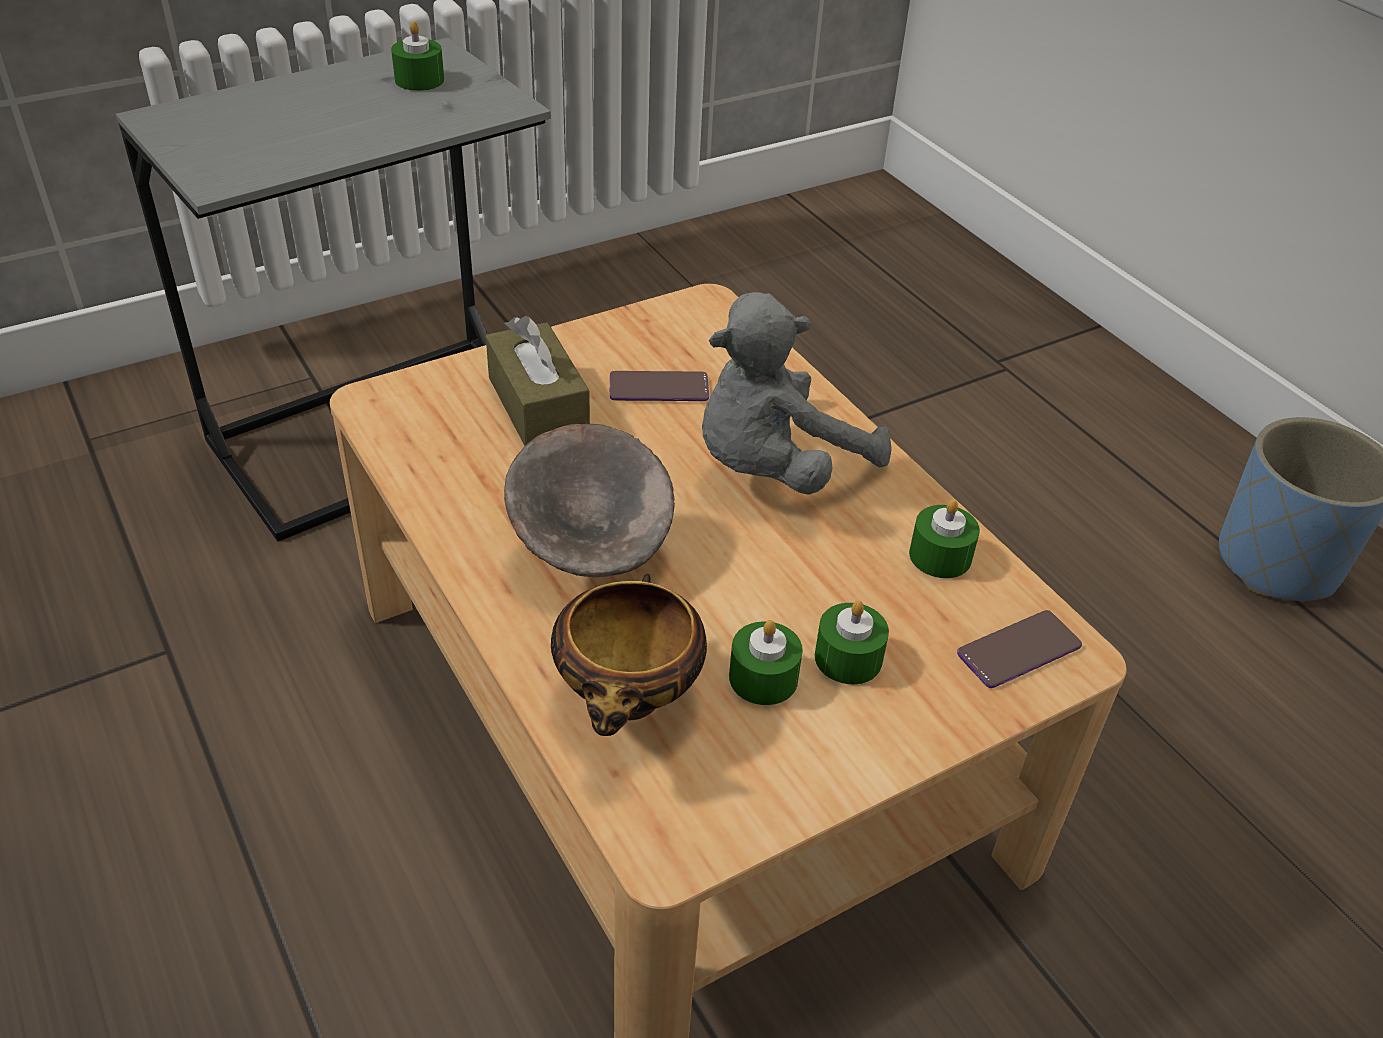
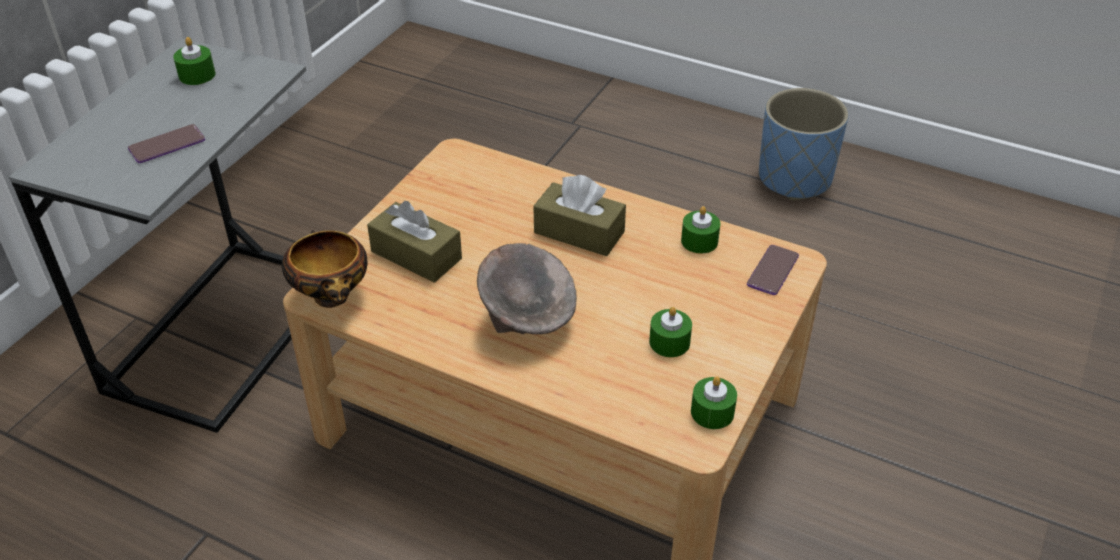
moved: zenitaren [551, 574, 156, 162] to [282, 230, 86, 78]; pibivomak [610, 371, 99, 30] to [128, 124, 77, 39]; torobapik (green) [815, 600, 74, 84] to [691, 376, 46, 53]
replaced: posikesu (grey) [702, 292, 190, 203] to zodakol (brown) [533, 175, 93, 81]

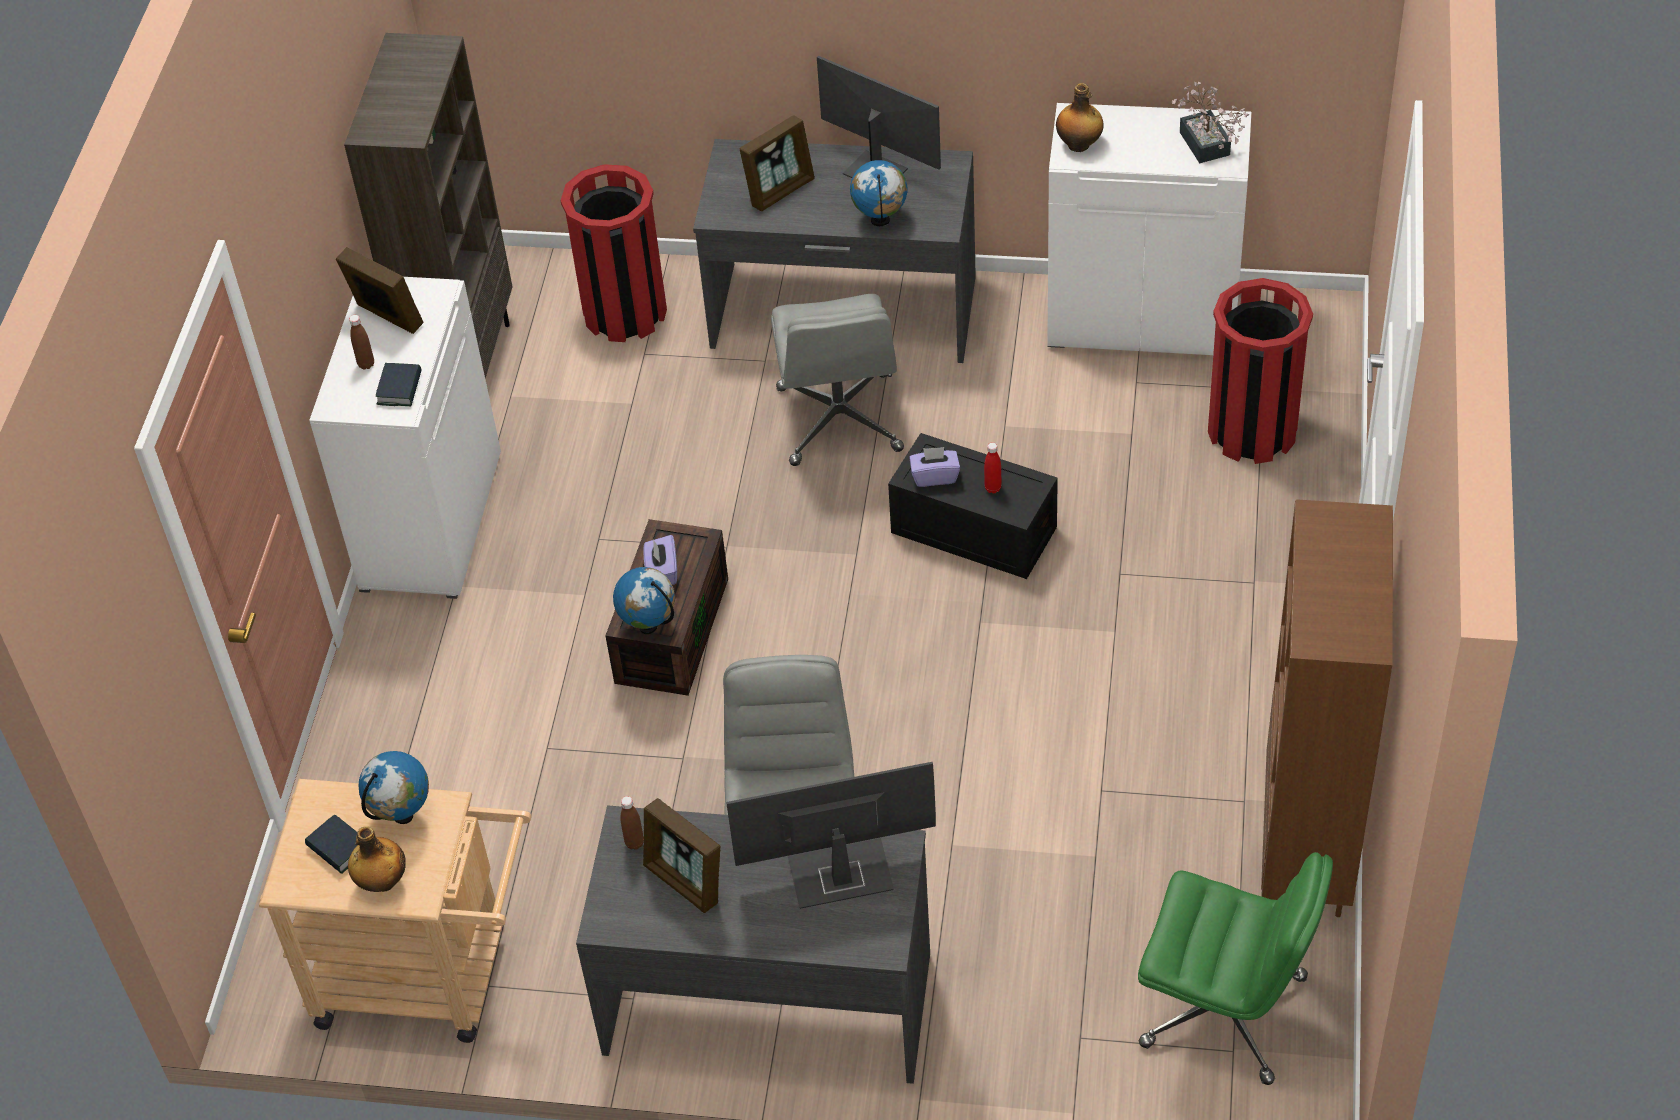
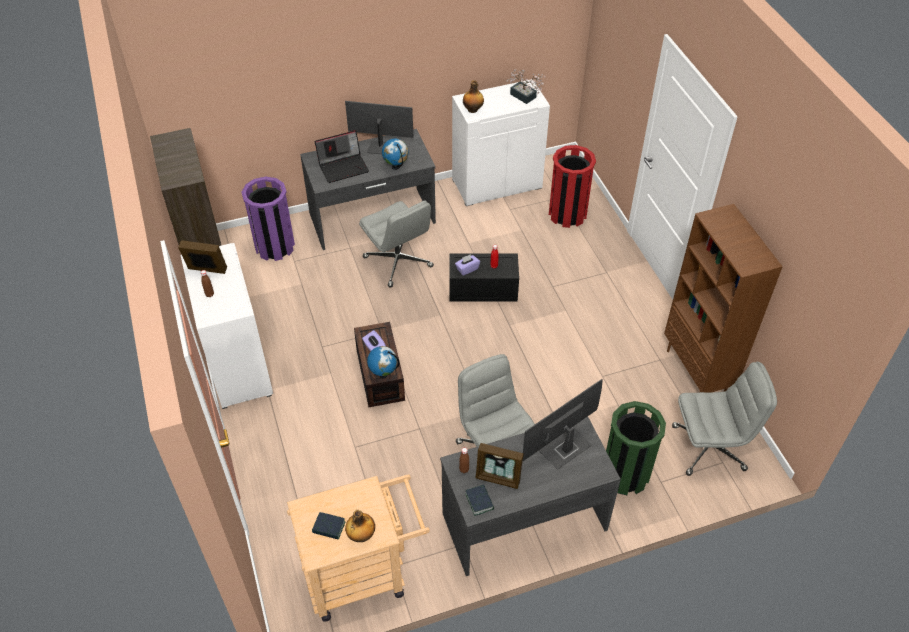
removed: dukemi [359, 751, 70, 73]
added: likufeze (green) [606, 401, 60, 94]
moved: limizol [376, 363, 45, 43] to [465, 484, 29, 32]
replaced: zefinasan [740, 115, 75, 96] to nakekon [315, 130, 54, 53]
recoloured: likufeze (red) [560, 164, 107, 178] to likufeze (purple) [241, 177, 54, 84]; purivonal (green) [1138, 852, 195, 233] to purivonal (grey) [672, 362, 105, 114]

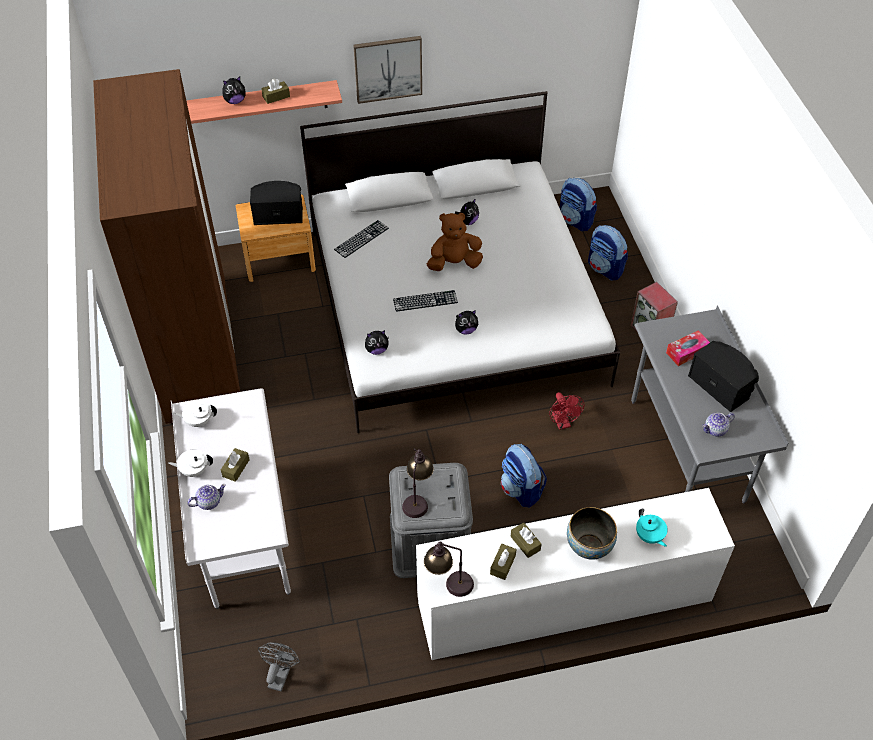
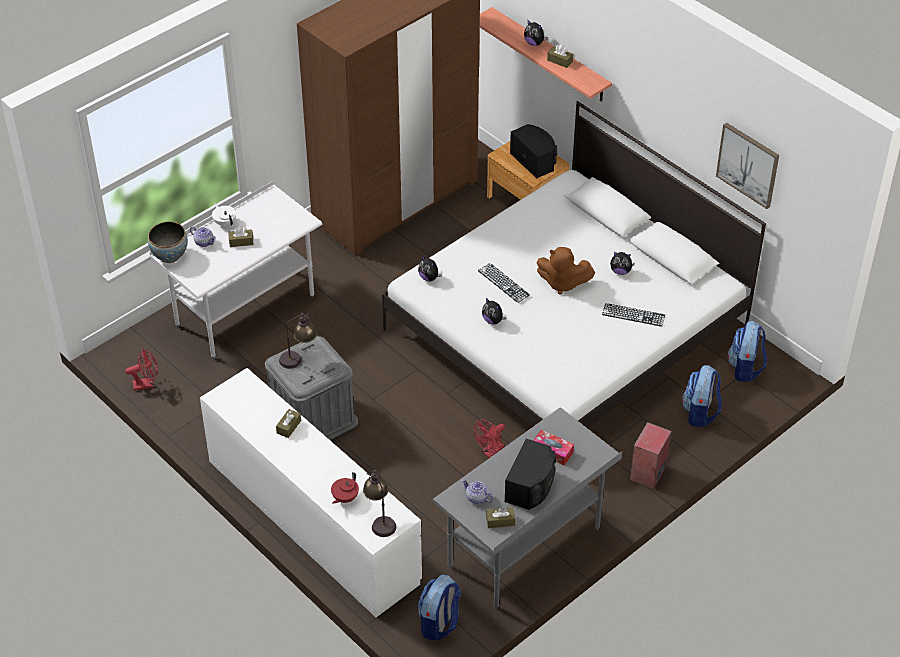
removed: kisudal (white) [174, 401, 43, 26]
moved: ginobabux [334, 220, 55, 38] to [602, 303, 63, 24]; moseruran [353, 36, 69, 68] to [716, 123, 63, 86]; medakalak [424, 542, 50, 55] to [363, 470, 33, 67]; zodakol (brown) [490, 544, 27, 36] to [486, 507, 29, 21]; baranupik [501, 444, 46, 64] to [418, 575, 43, 66]; zenitaren [567, 507, 50, 53] to [148, 222, 40, 41]
recoloured: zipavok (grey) [258, 642, 42, 49] to zipavok (red) [125, 348, 33, 43]; kisudal (turquoise) [636, 509, 32, 38] to kisudal (red) [331, 472, 28, 32]
turned: posikesu (brown) [427, 212, 56, 59] = [536, 247, 59, 48] 150 degrees clockwise

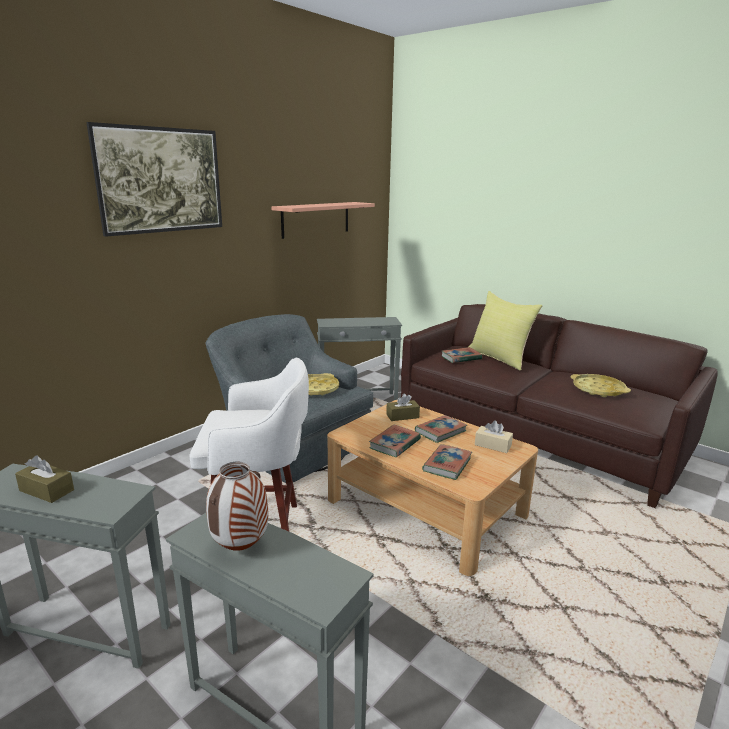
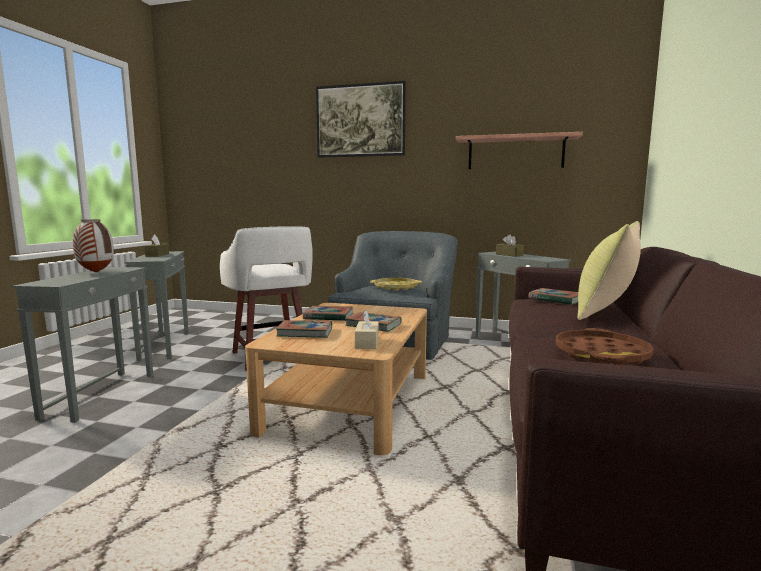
moved: zodakol (brown) [386, 394, 34, 27] to [496, 234, 28, 23]
recoloured: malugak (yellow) [570, 374, 61, 23] to malugak (brown) [556, 328, 98, 37]

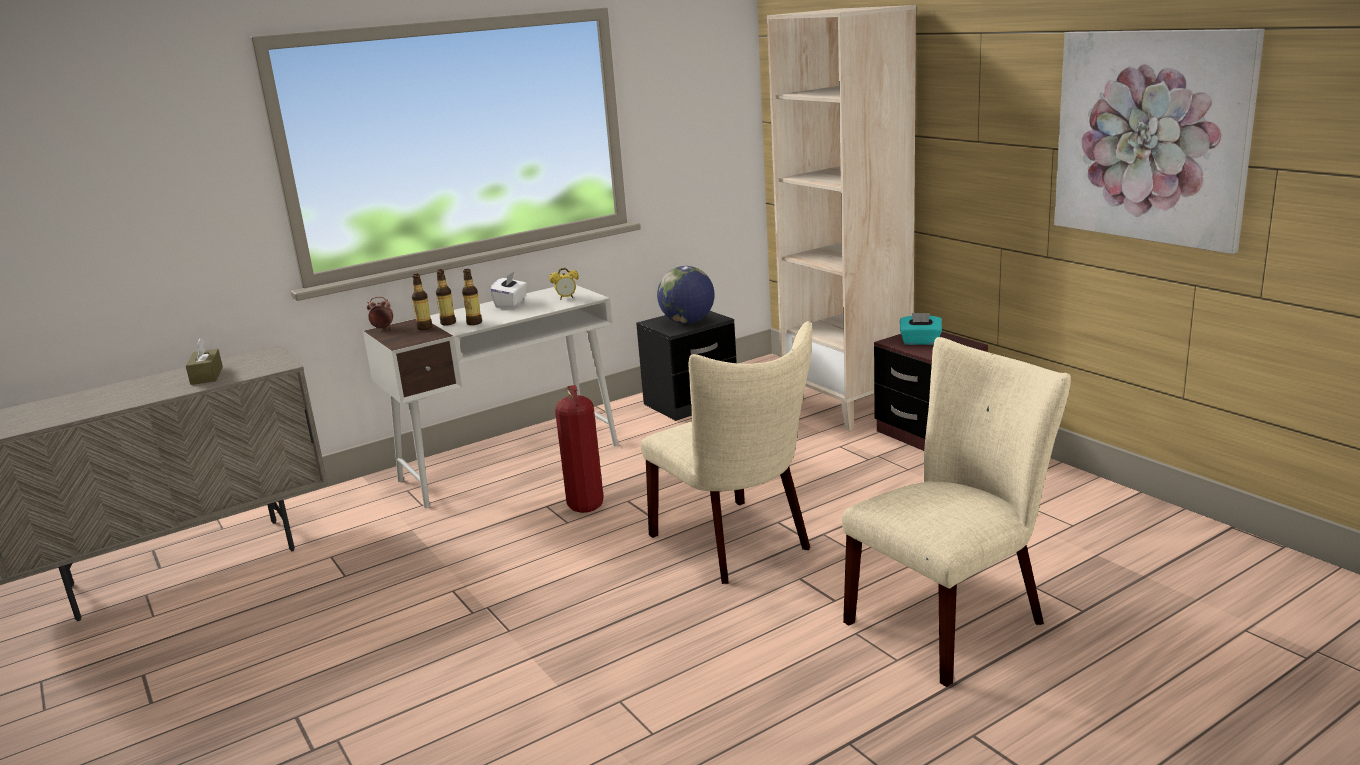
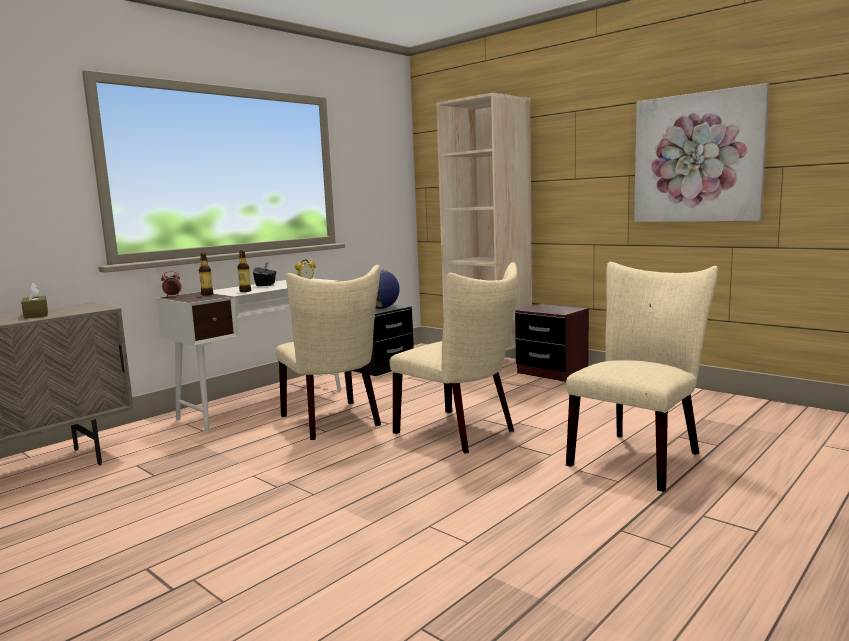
removed: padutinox [436, 269, 20, 57]; zodakol (turquoise) [900, 313, 42, 32]
replaced: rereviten [555, 385, 49, 128] to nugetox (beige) [276, 265, 105, 175]
recoloured: zodakol (white) [490, 271, 37, 37] to zodakol (black) [253, 262, 23, 24]

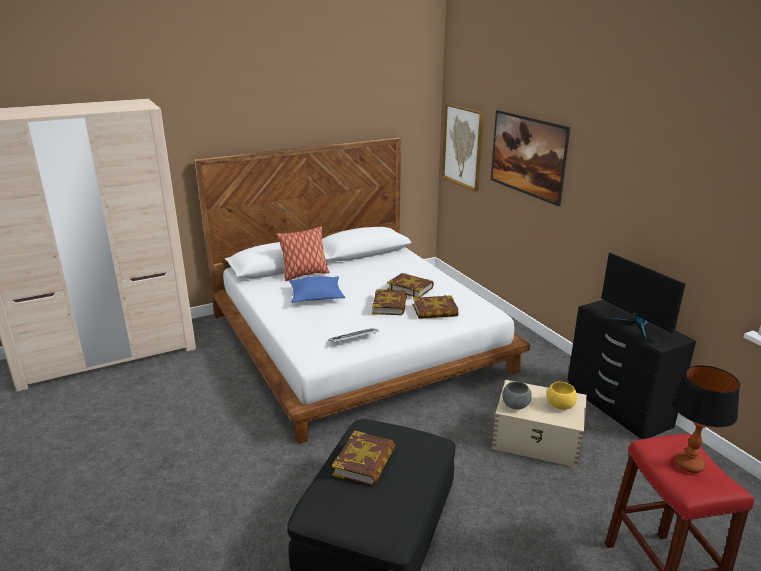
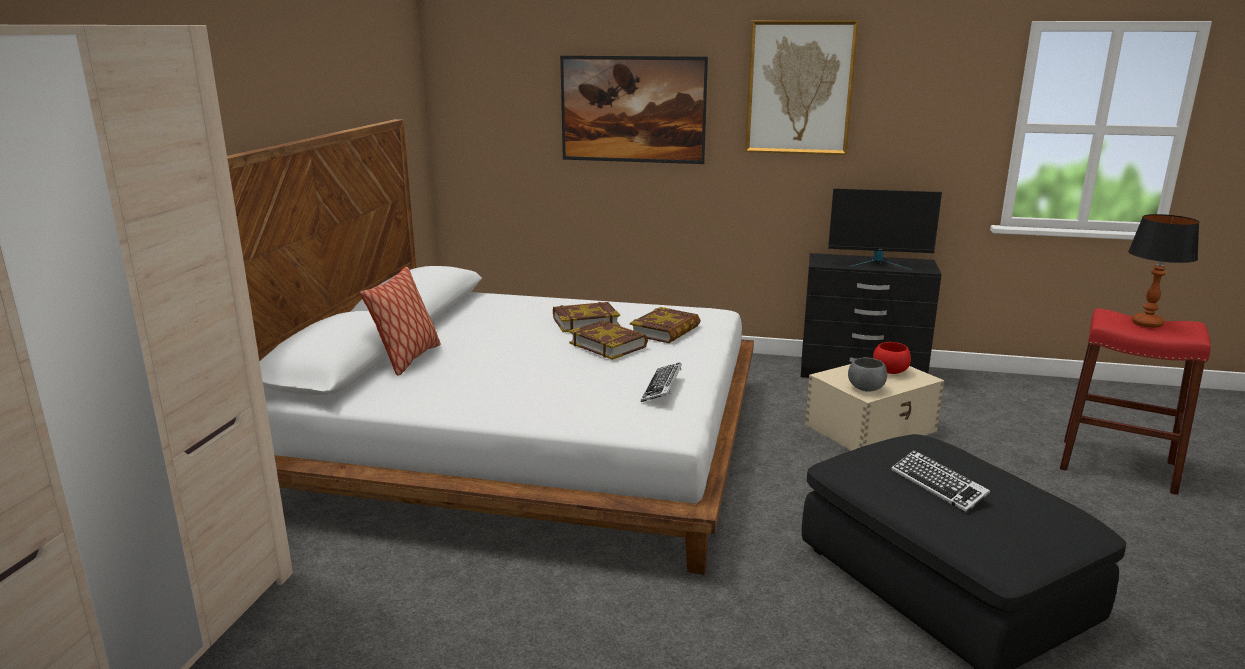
removed: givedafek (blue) [289, 276, 56, 27]
moved: moseruran [441, 103, 43, 89] to [745, 20, 114, 135]
replaced: limizol [332, 431, 63, 55] to ginobabux [891, 450, 99, 62]
recoloured: zenitaren (yellow) [547, 382, 30, 28] to zenitaren (red) [873, 342, 38, 32]

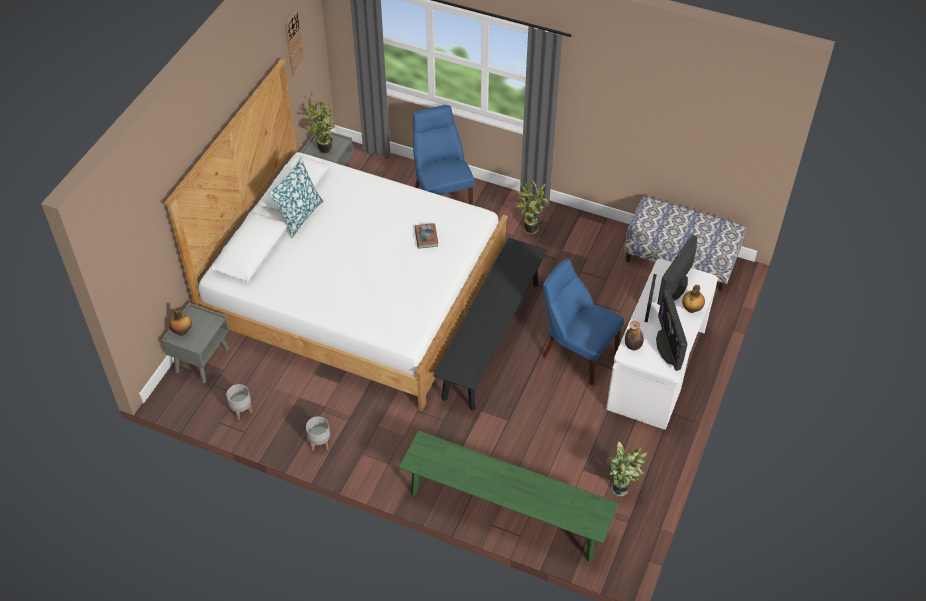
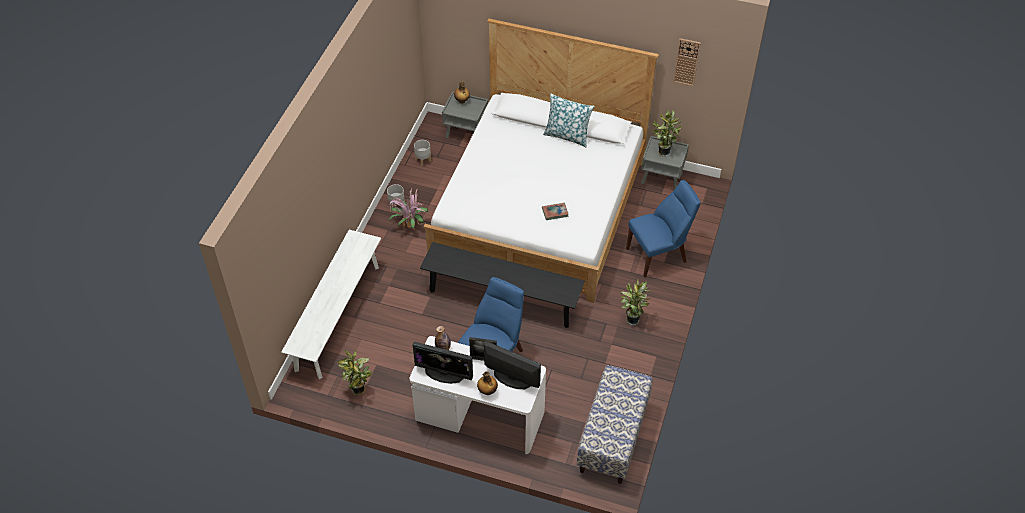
added: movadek [388, 187, 40, 43]
recoloured: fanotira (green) [399, 430, 220, 132] to fanotira (white) [281, 230, 100, 149]
turned: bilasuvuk [656, 290, 32, 81] = [412, 342, 61, 42] 150 degrees counterclockwise

